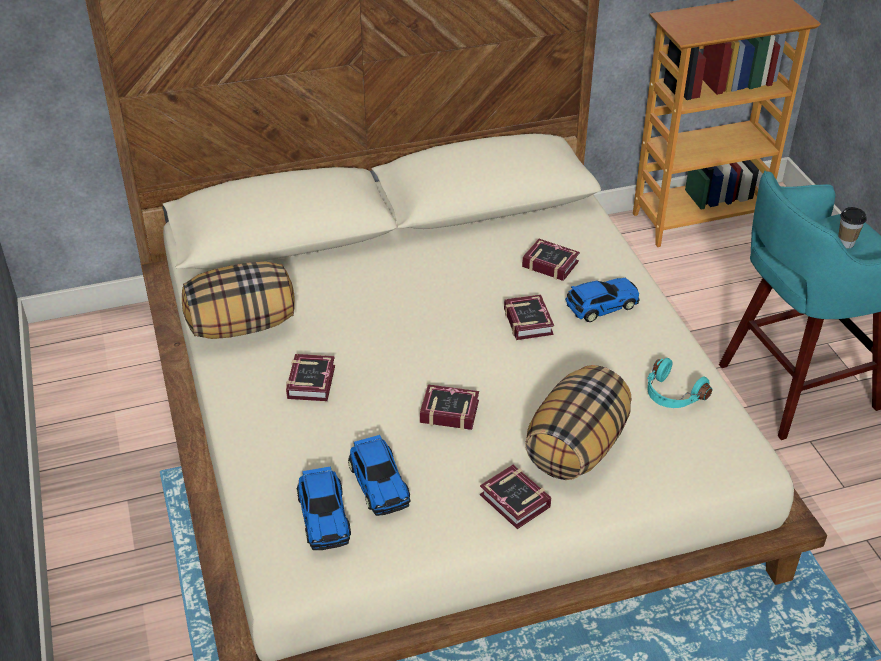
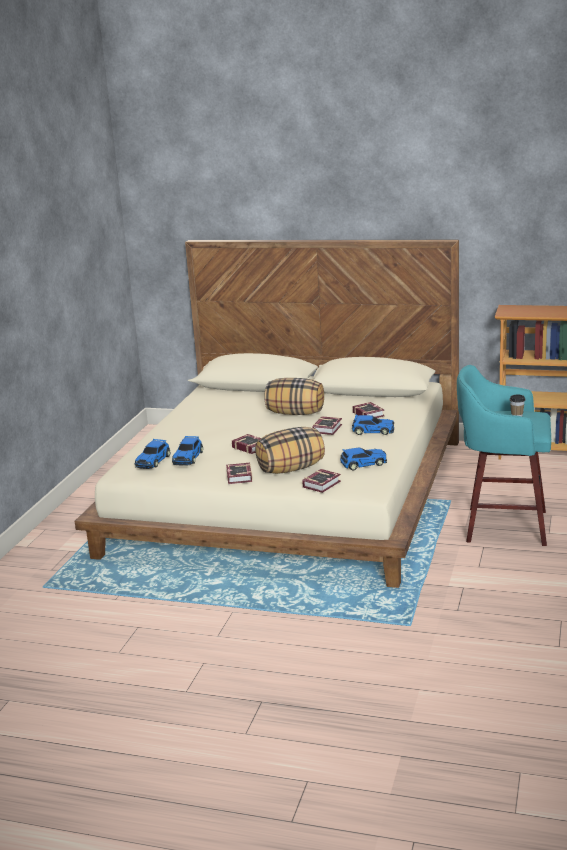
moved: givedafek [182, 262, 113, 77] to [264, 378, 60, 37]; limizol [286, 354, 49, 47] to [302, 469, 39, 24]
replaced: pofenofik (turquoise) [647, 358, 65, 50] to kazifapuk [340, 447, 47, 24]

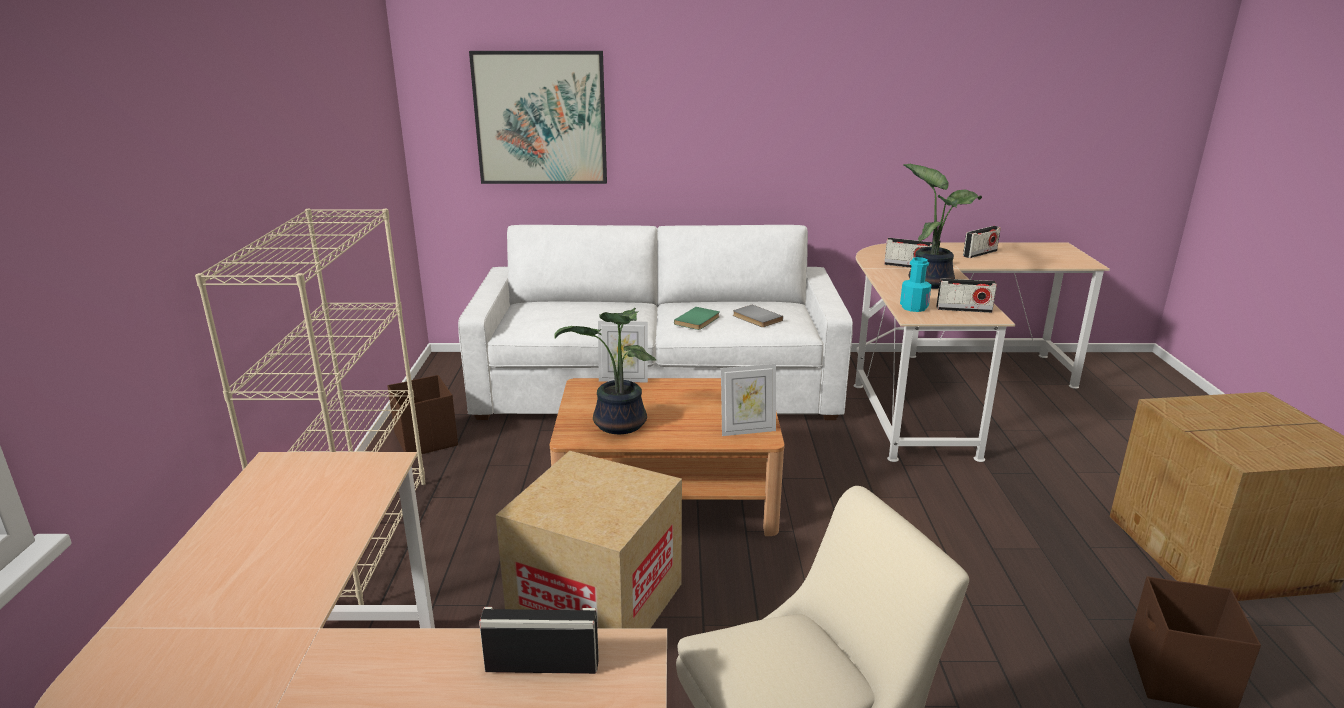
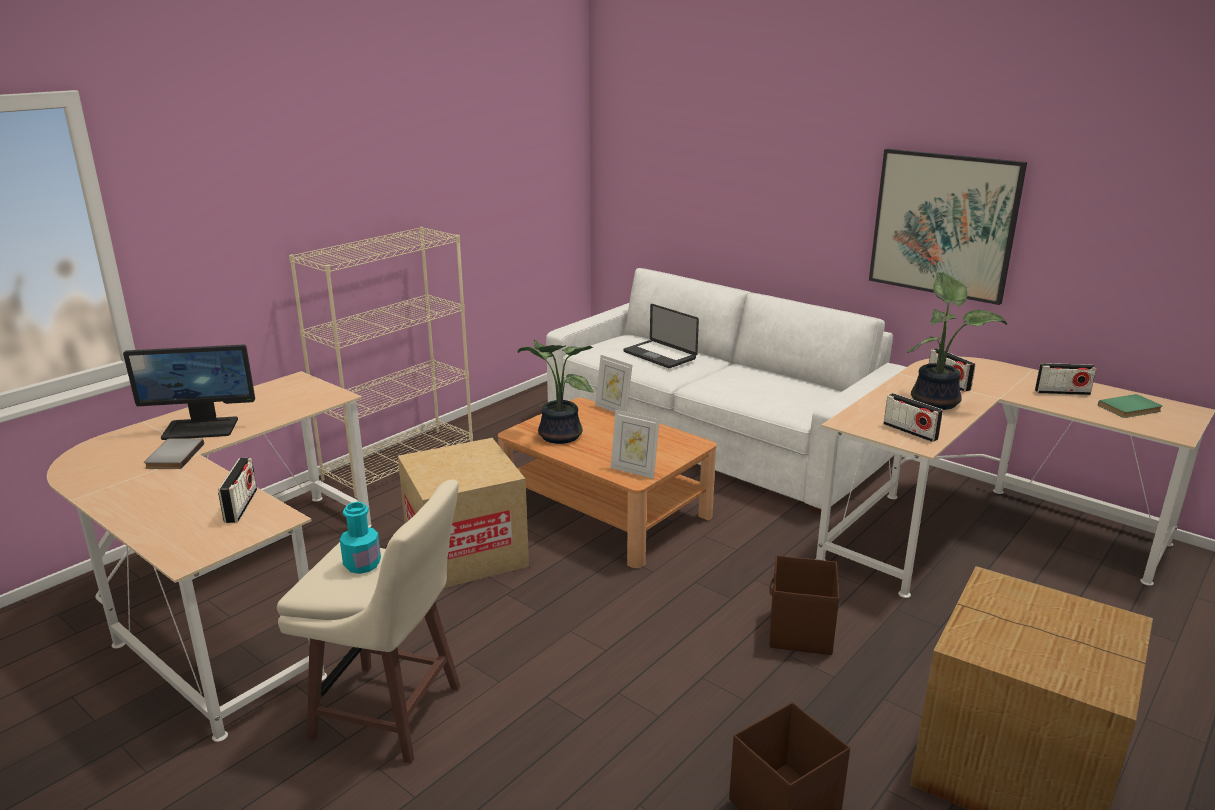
added: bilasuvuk [123, 344, 132, 96]; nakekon [623, 304, 76, 64]
moved: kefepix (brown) [387, 375, 71, 79] to [769, 555, 70, 100]; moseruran [469, 51, 138, 133] to [869, 149, 158, 156]; limizol (green) [674, 307, 46, 23] to [1098, 394, 64, 24]; limizol (grey) [733, 305, 50, 22] to [144, 438, 60, 31]; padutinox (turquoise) [900, 257, 32, 55] to [340, 502, 41, 72]
turned: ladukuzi [479, 607, 120, 67] = [218, 458, 39, 65] 45 degrees clockwise

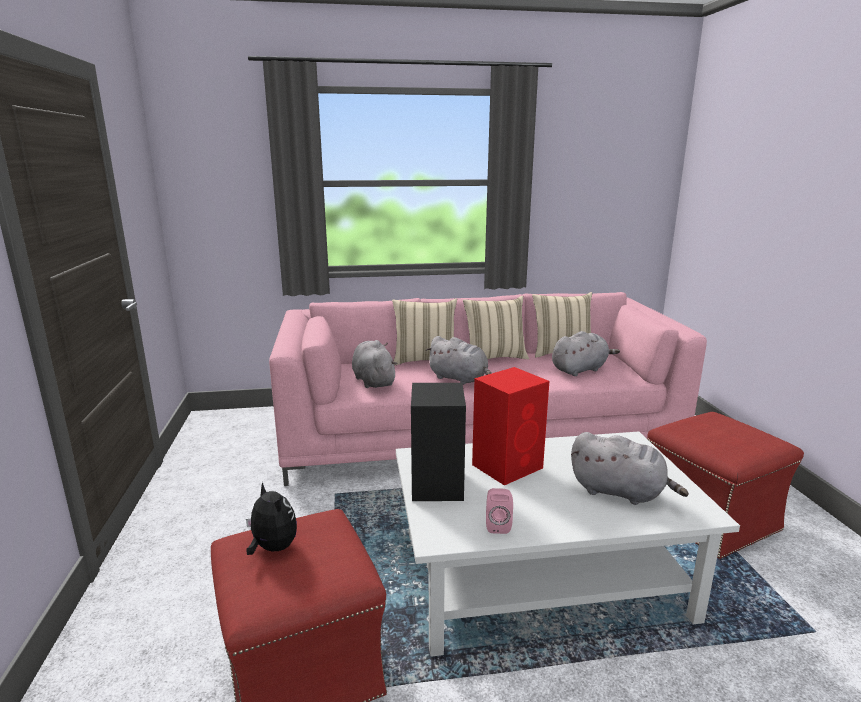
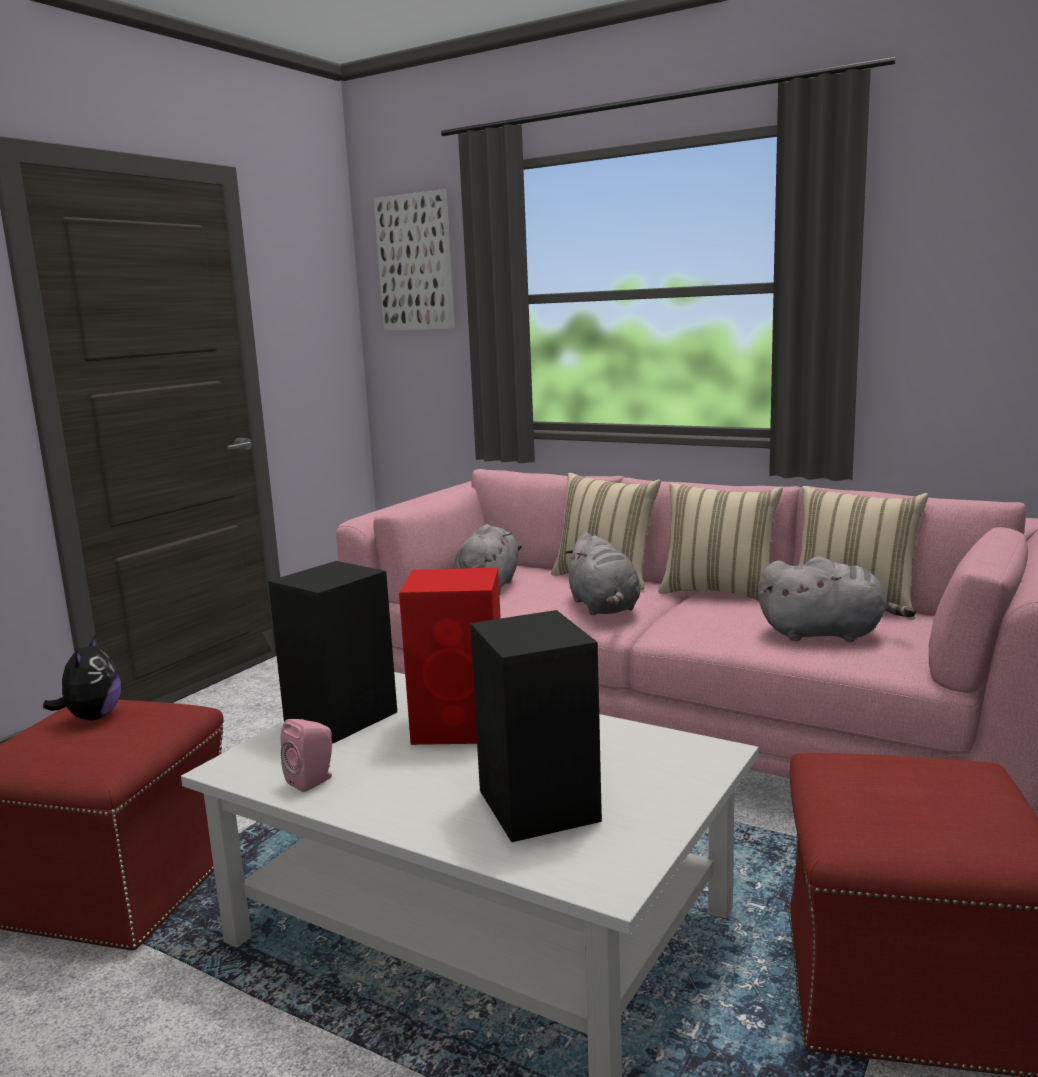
added: moseruran [374, 189, 81, 142]
replaced: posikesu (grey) [571, 432, 118, 73] to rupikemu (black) [470, 610, 132, 232]

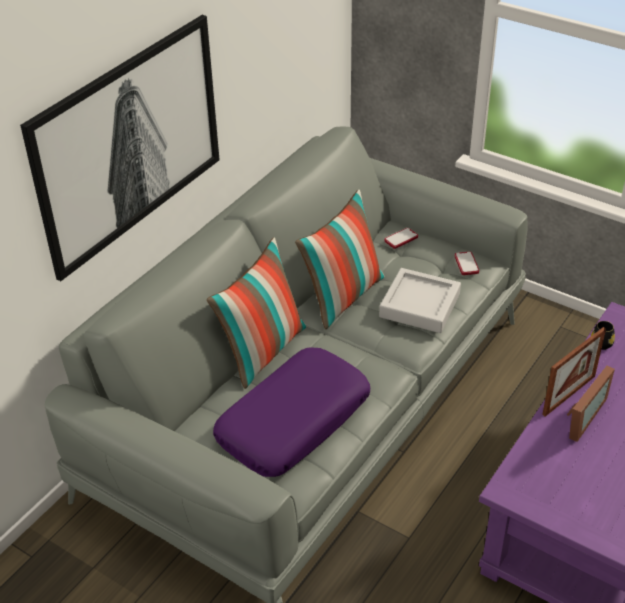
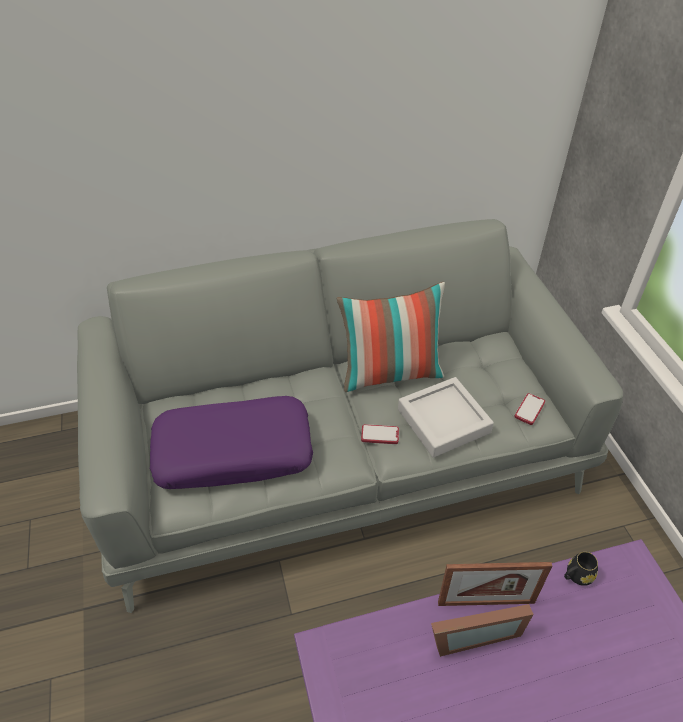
removed: moseruran [20, 15, 200, 266]; givedafek [207, 238, 99, 151]
moved: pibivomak [384, 228, 34, 21] to [361, 424, 38, 20]

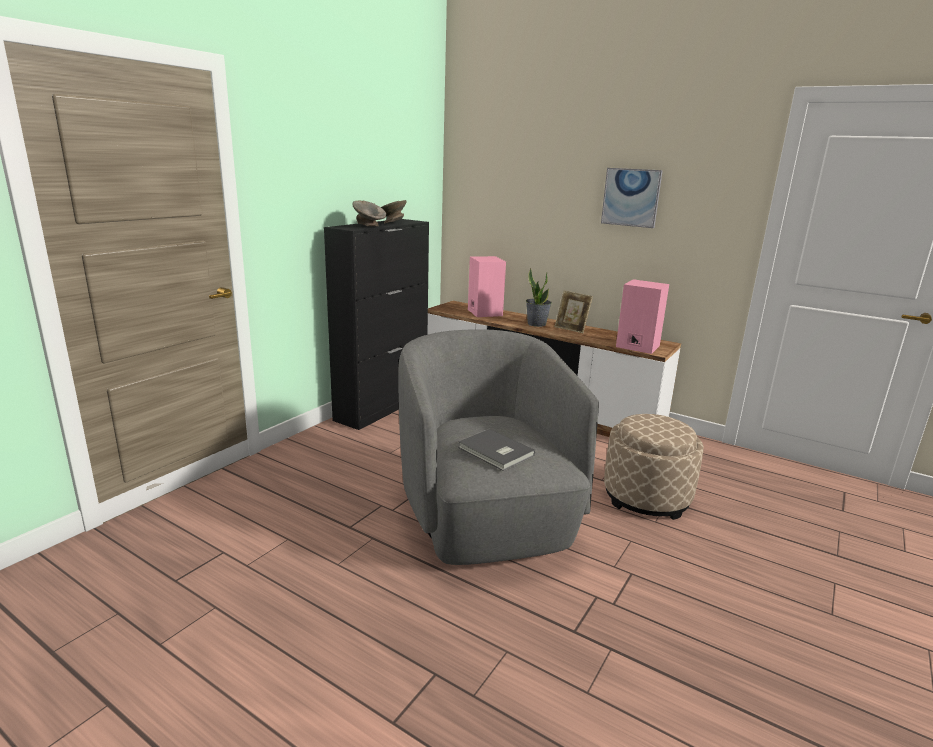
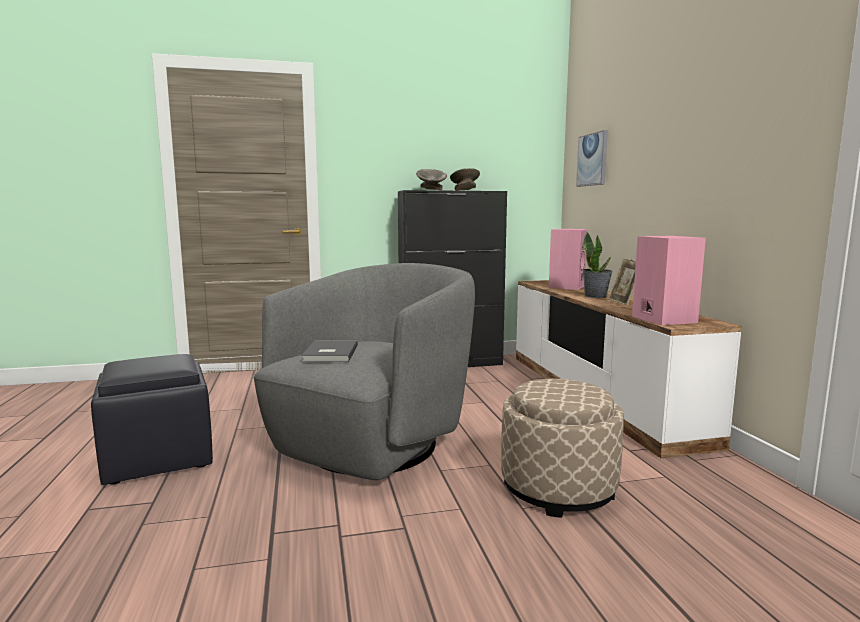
added: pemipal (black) [91, 354, 122, 131]
moved: moseruran [601, 168, 62, 60] to [576, 130, 32, 57]

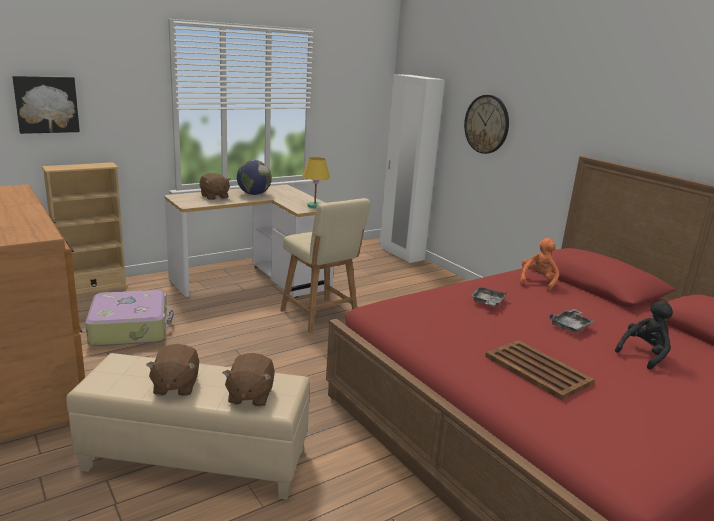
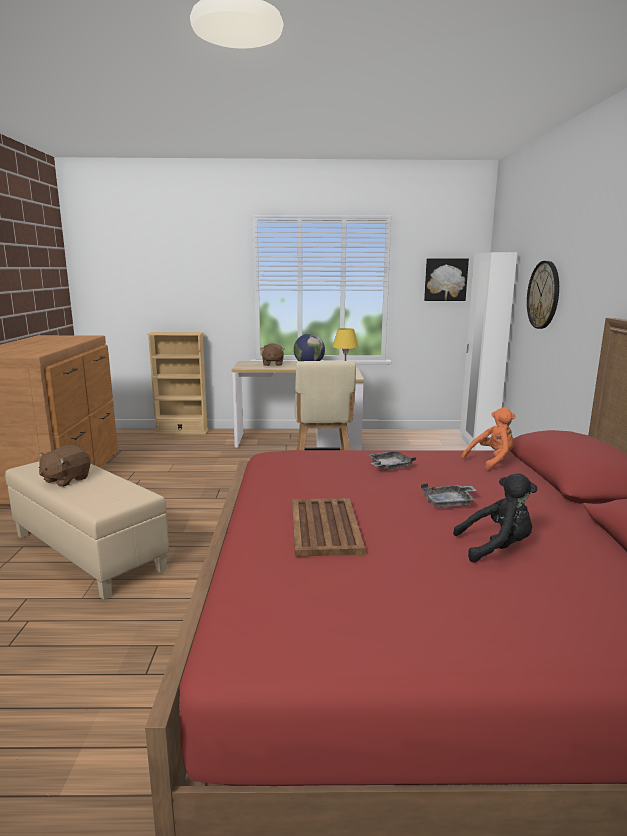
removed: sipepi [85, 290, 89, 56]; posikesu (brown) [223, 353, 52, 54]
moved: moseruran [12, 76, 68, 58] to [424, 258, 45, 43]

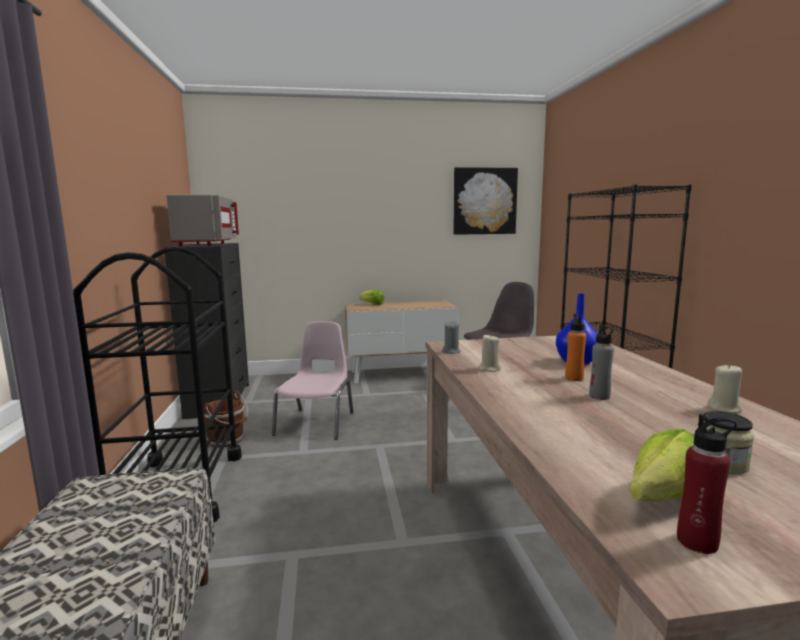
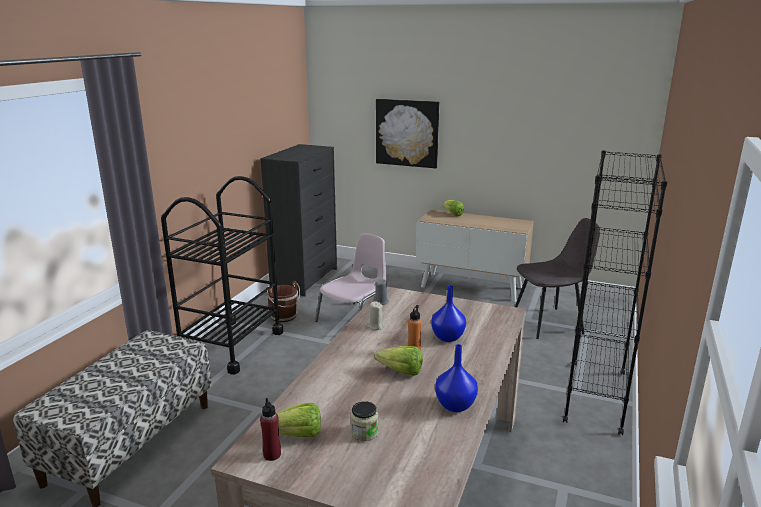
removed: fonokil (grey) [167, 195, 72, 51]
moved: moseruran [453, 167, 65, 68] to [376, 99, 63, 69]
replaced: padutinox (grey) [589, 325, 25, 75] to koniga [375, 346, 48, 30]; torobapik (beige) [707, 364, 35, 49] to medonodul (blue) [435, 344, 43, 68]

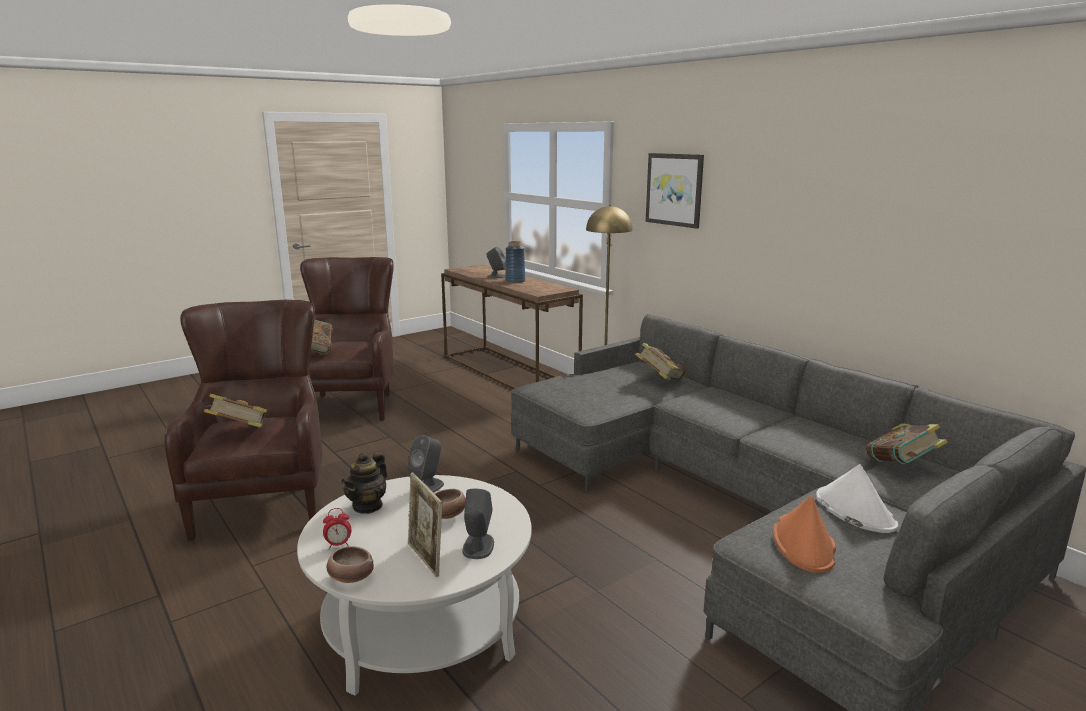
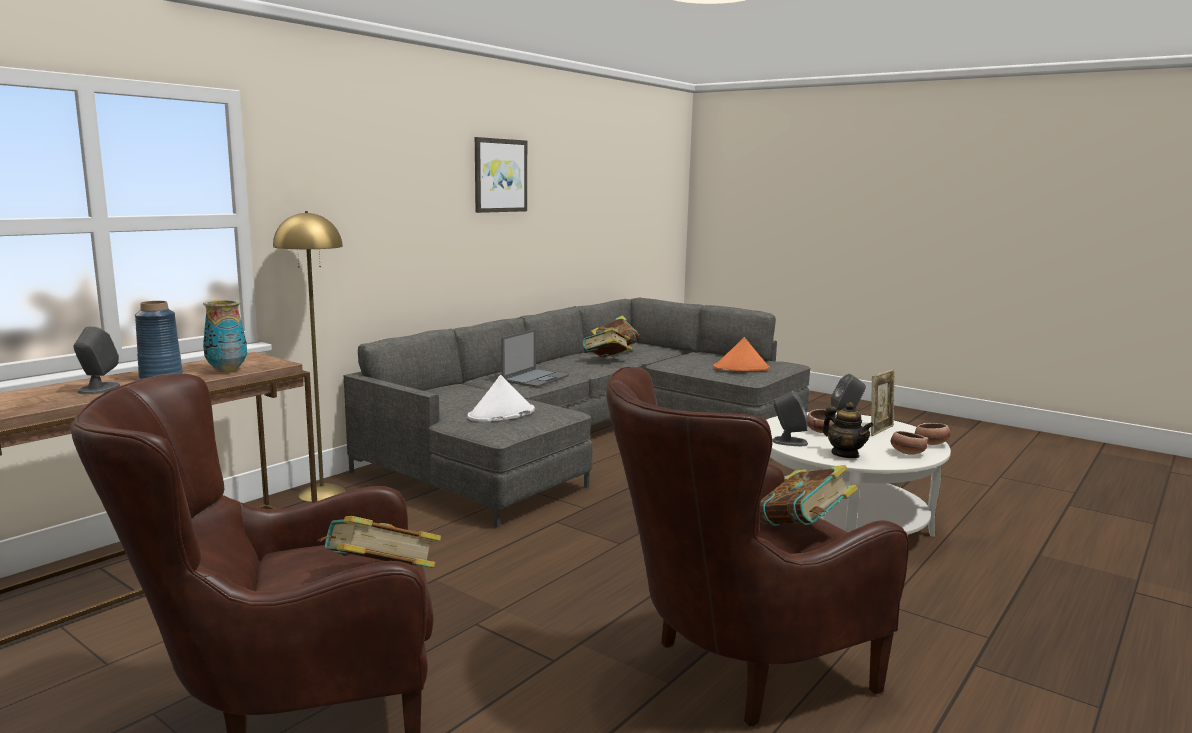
added: medonodul [203, 299, 44, 73]; nakekon [501, 329, 68, 58]
moved: limizol [635, 343, 52, 38] to [583, 328, 49, 30]; moseruran [646, 153, 58, 76] to [475, 137, 52, 76]; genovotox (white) [816, 464, 82, 69] to [467, 375, 68, 47]
replaced: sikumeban [323, 508, 28, 42] to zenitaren [890, 431, 38, 24]
turned: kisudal [341, 452, 46, 62] = [822, 402, 52, 56] 45 degrees clockwise

